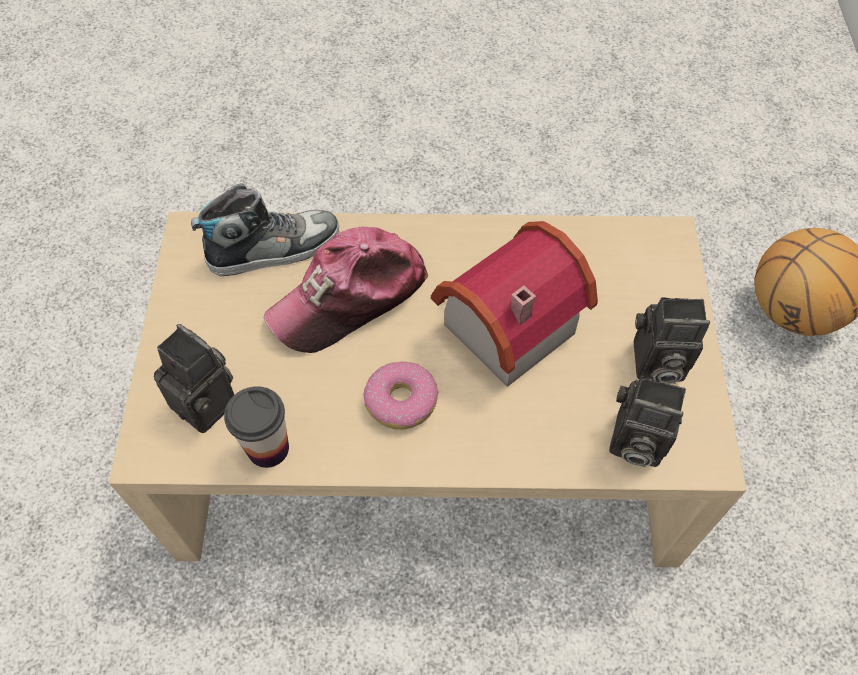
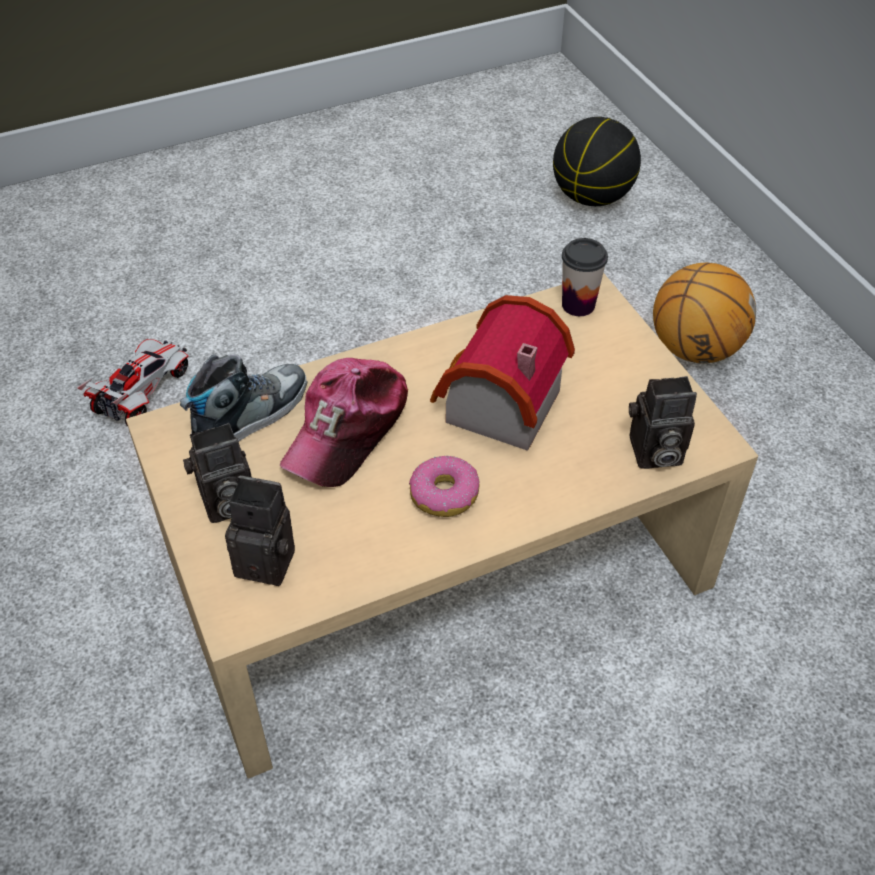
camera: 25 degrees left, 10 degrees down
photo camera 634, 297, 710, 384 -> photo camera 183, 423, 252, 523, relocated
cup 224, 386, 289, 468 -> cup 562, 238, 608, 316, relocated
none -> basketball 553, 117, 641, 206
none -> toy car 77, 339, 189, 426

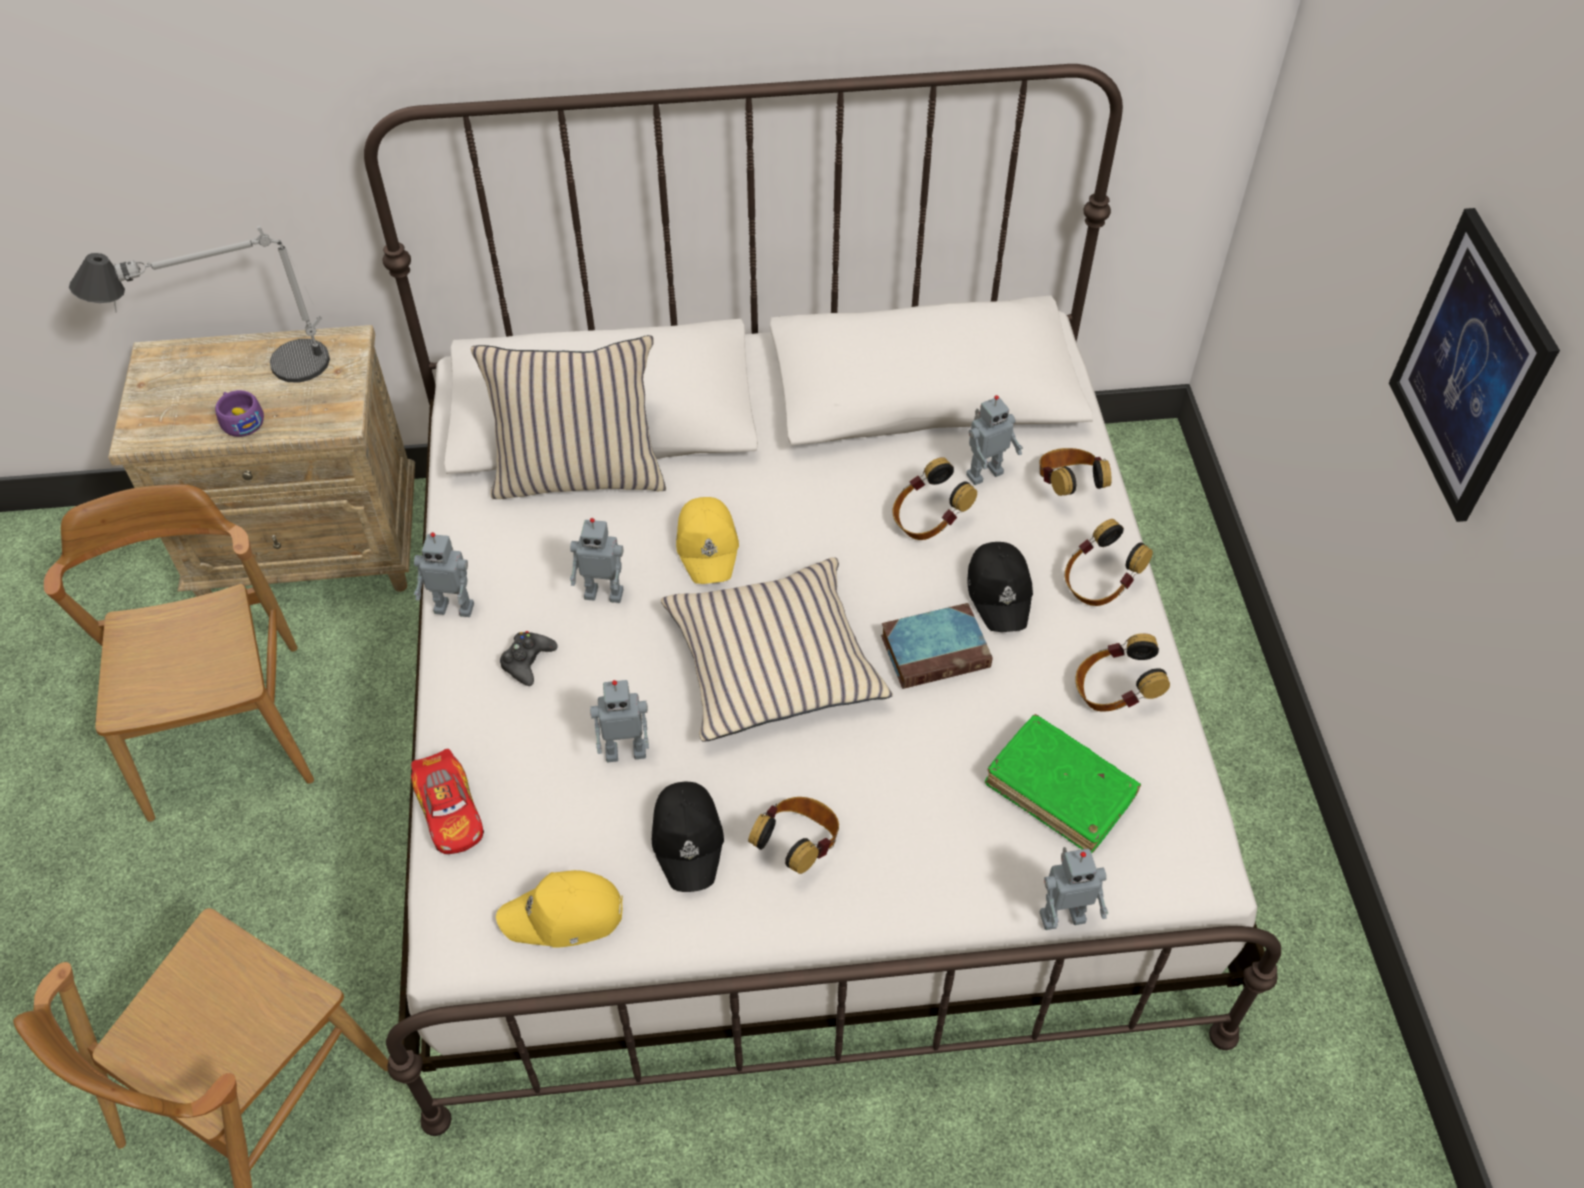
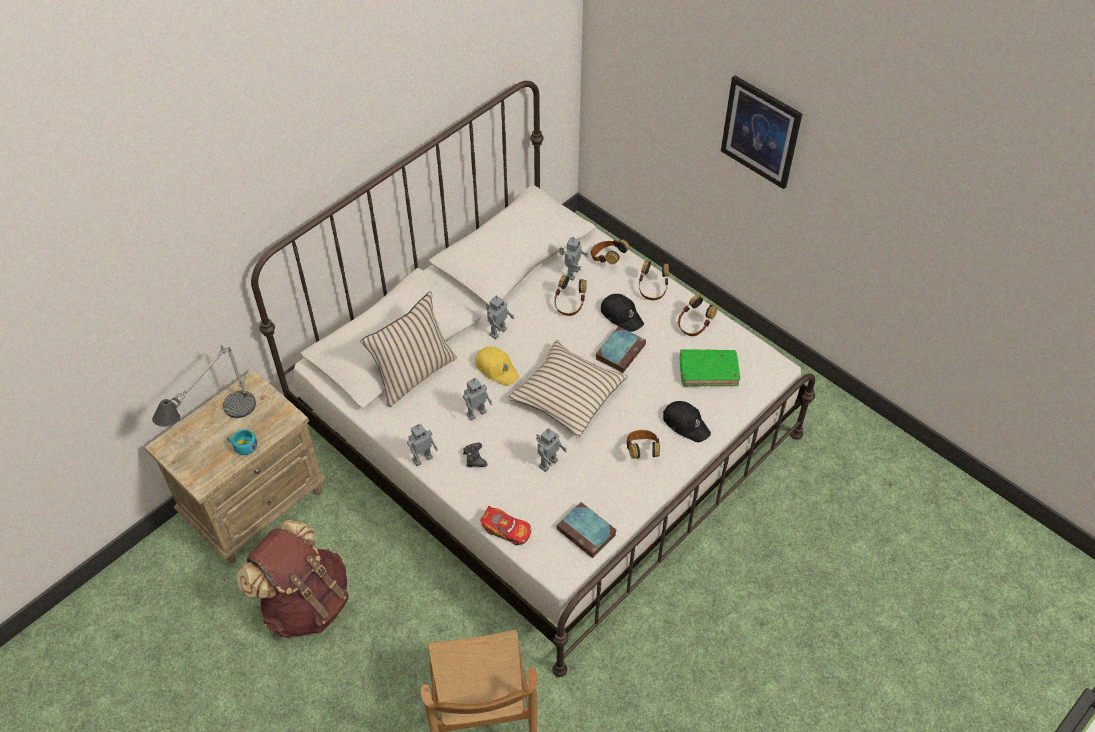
camera: 40 degrees left, 0 degrees up
cup (purple) 215, 390, 264, 437 -> cup (turquoise) 227, 429, 257, 455
chair (brown) 44, 484, 314, 822 -> backpack (brown) 236, 520, 349, 639
cap (black) 652, 782, 724, 892 -> cap (black) 663, 401, 711, 442, relocated
toy robot 1040, 847, 1108, 930 -> toy robot 486, 296, 515, 339, relocated
cap (yellow) 496, 870, 623, 948 -> book 557, 502, 616, 558

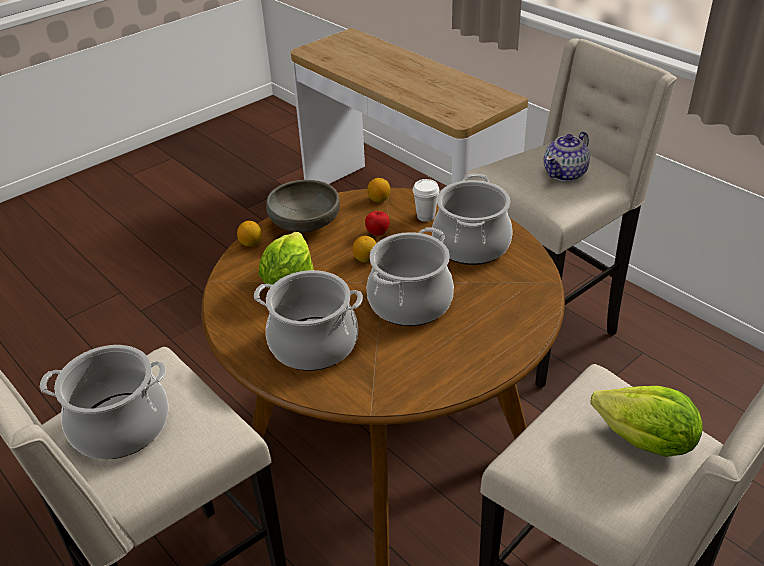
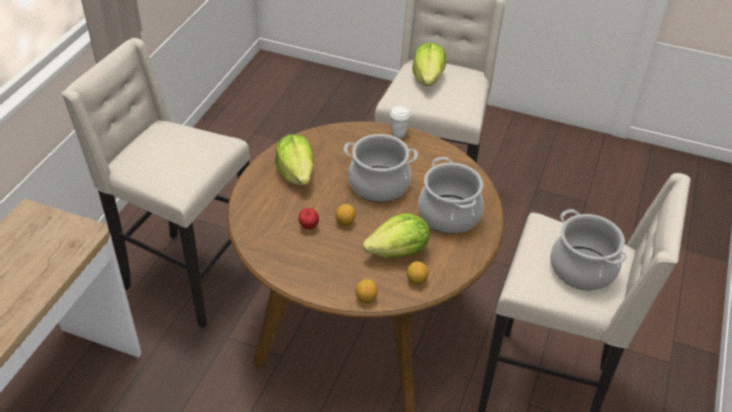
camera: 120 degrees left, 5 degrees up
teapot 544, 132, 590, 181 -> none
cooking pot 432, 174, 513, 265 -> lettuce 275, 134, 314, 186
lemon 367, 178, 390, 202 -> lemon 407, 261, 428, 285, relocated
cup (white) 413, 179, 440, 222 -> cup (white) 390, 105, 411, 138, relocated
bowl (grey) 266, 180, 340, 232 -> none

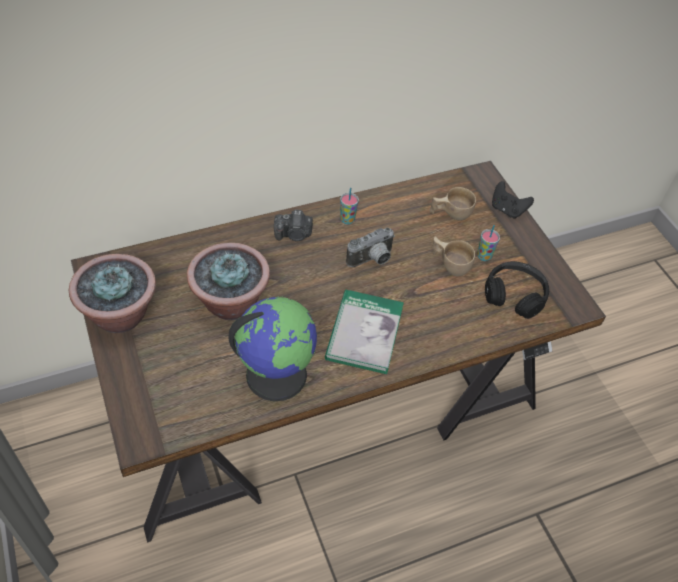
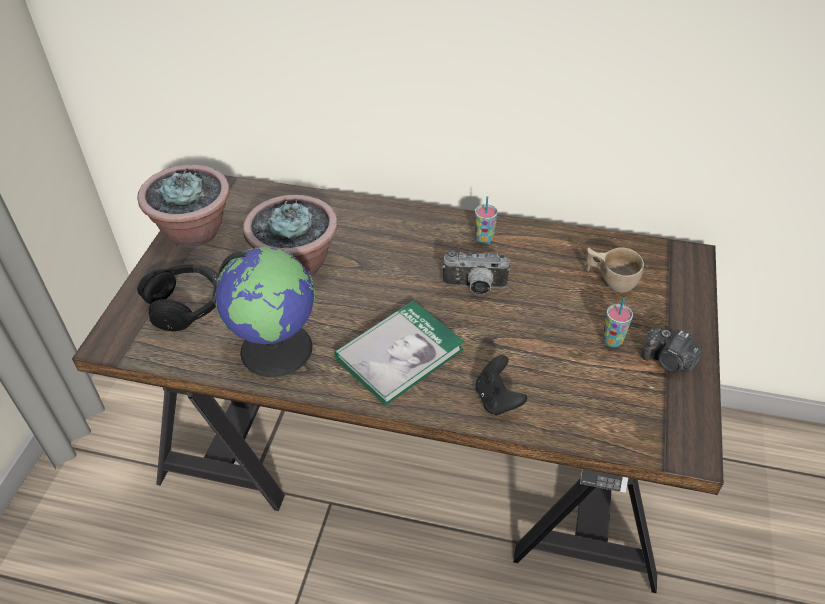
camera: 40 degrees right, 5 degrees down
game controller (black) 492, 181, 534, 219 -> game controller (black) 476, 355, 527, 415, relocated
photo camera 274, 210, 313, 241 -> photo camera 642, 327, 703, 373, relocated
cup (beige) 433, 236, 475, 277 -> none
headphones (black) 485, 261, 549, 319 -> headphones (black) 137, 264, 219, 331, relocated

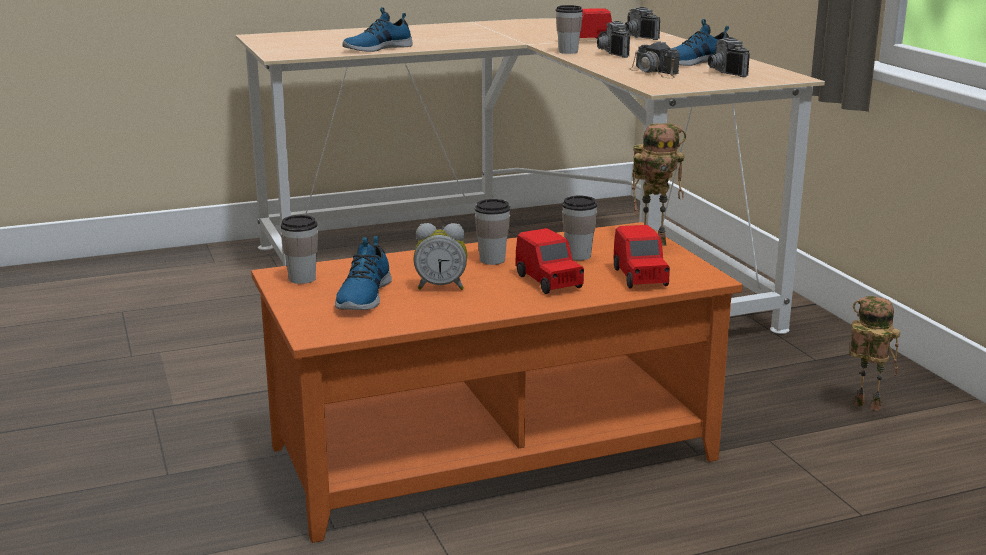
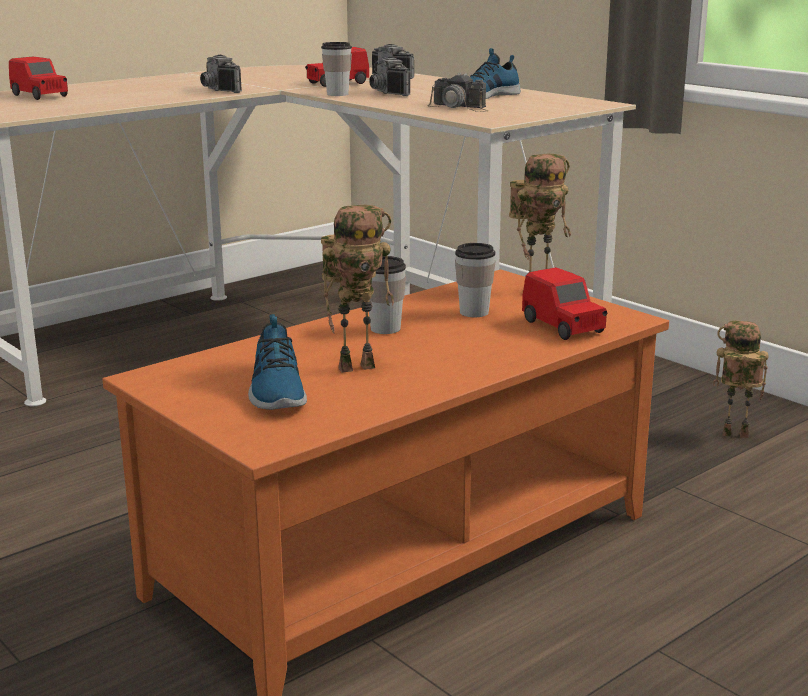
camera: 20 degrees left, 0 degrees up
shoe 342, 7, 413, 52 -> none
photo camera 708, 37, 750, 77 -> photo camera 200, 55, 242, 93, relocated
cup 280, 215, 318, 284 -> none
alarm clock 413, 223, 467, 290 -> toy robot 321, 205, 394, 373
toy car (red) 516, 228, 584, 294 -> toy car (red) 9, 57, 68, 100, relocated

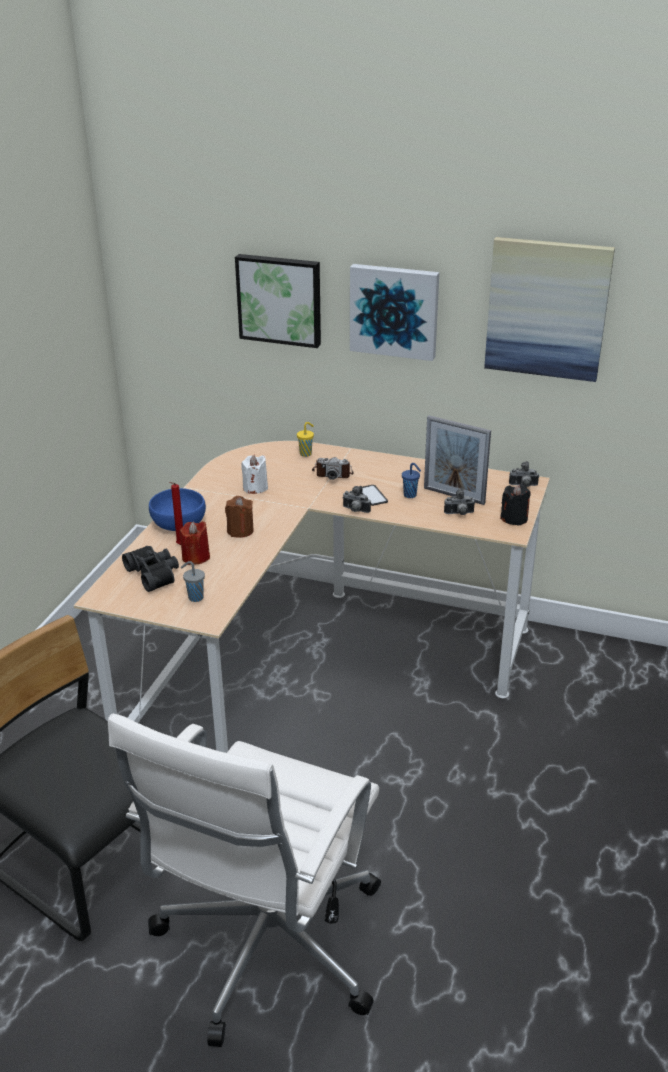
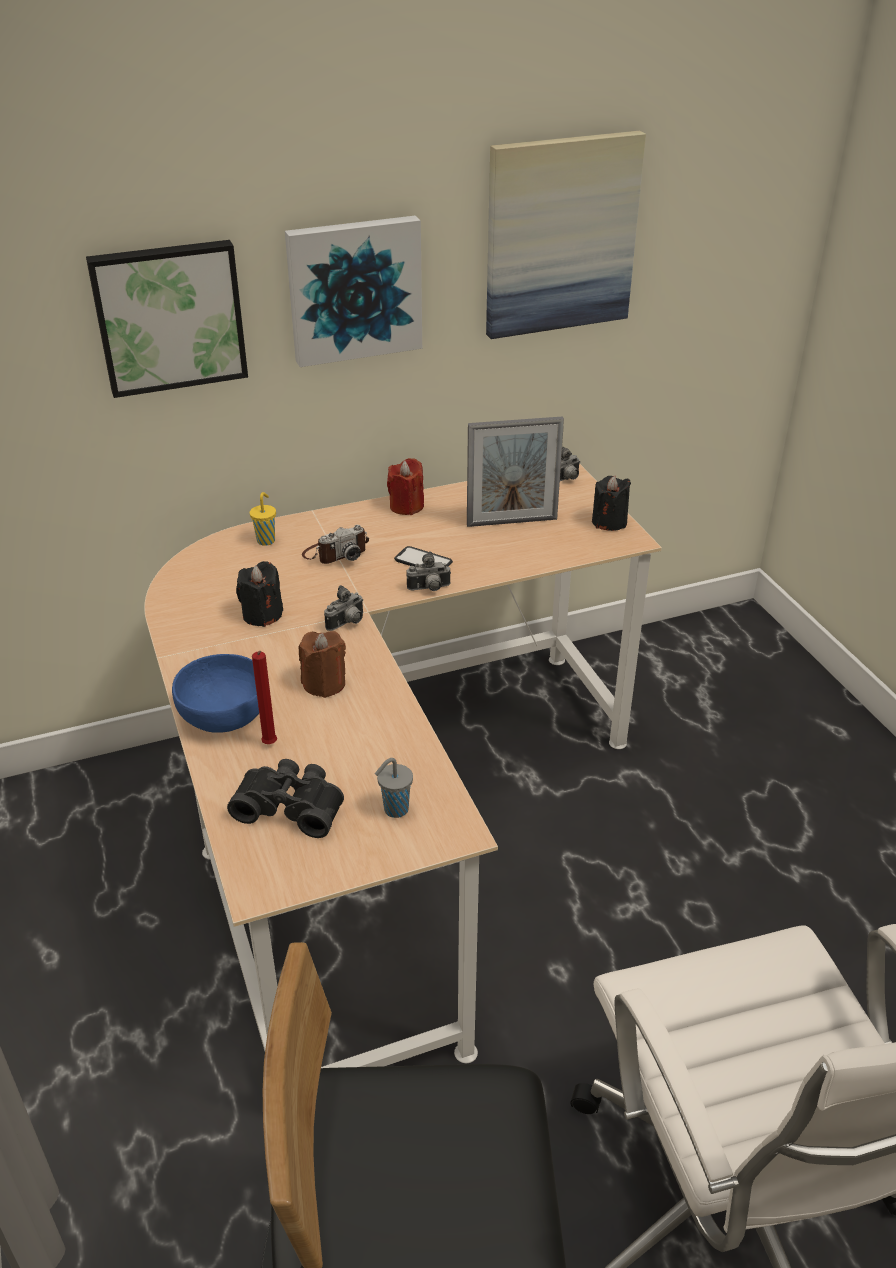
camera: 40 degrees left, 5 degrees up
candle (white) 241, 455, 268, 494 -> candle (black) 236, 561, 283, 627
cup (blue) 402, 463, 421, 498 -> none
photo camera 444, 488, 475, 515 -> photo camera 324, 585, 364, 631, relocated
candle (red) 179, 521, 210, 565 -> candle (red) 387, 458, 424, 515, relocated

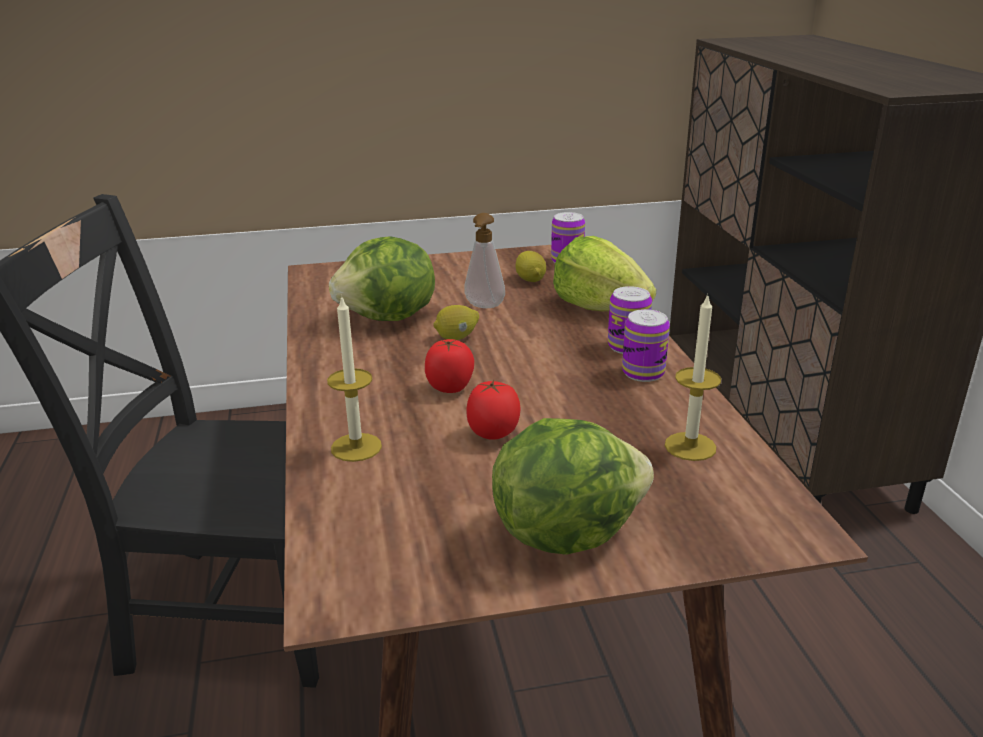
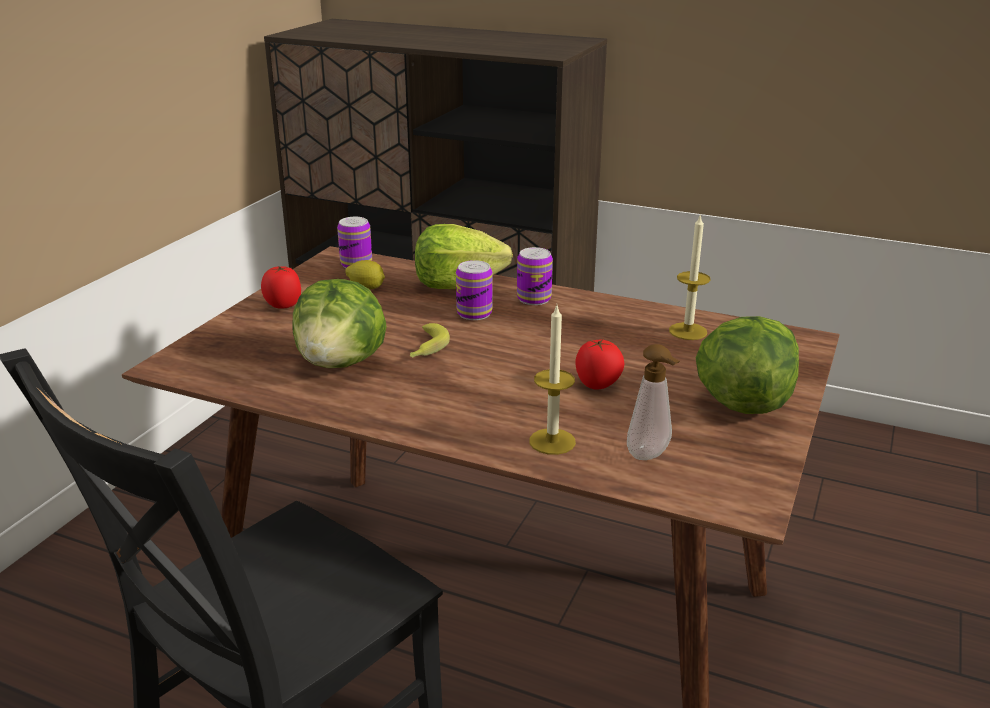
camera: 55 degrees left, 0 degrees up
soap dispenser 464, 213, 505, 308 -> soap dispenser 627, 344, 680, 460, relocated
lemon 433, 305, 479, 340 -> banana 410, 323, 450, 358
can 622, 309, 670, 382 -> can 456, 260, 492, 320, relocated
tomato 425, 339, 474, 393 -> tomato 261, 266, 301, 309, relocated

